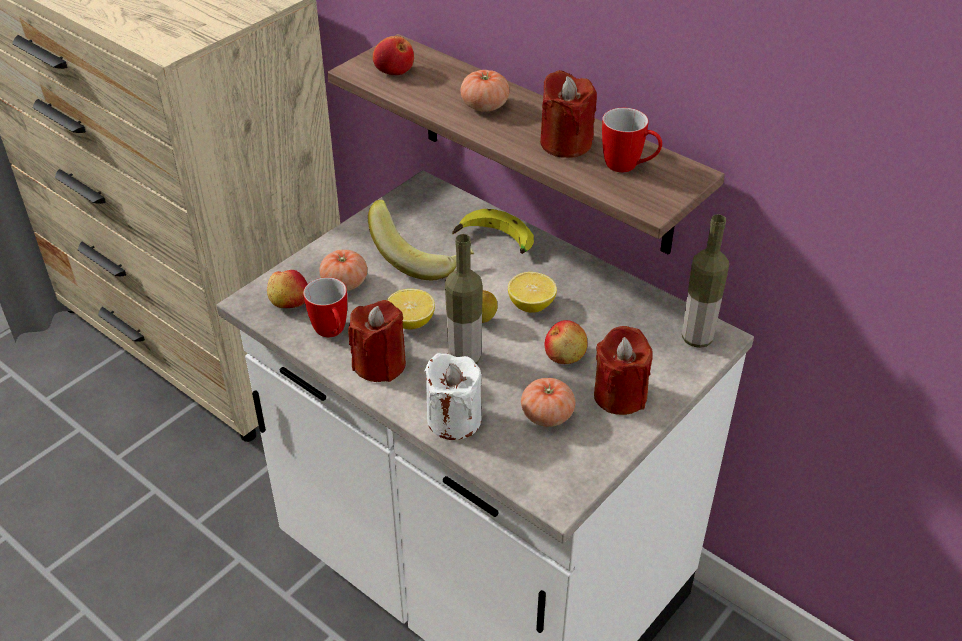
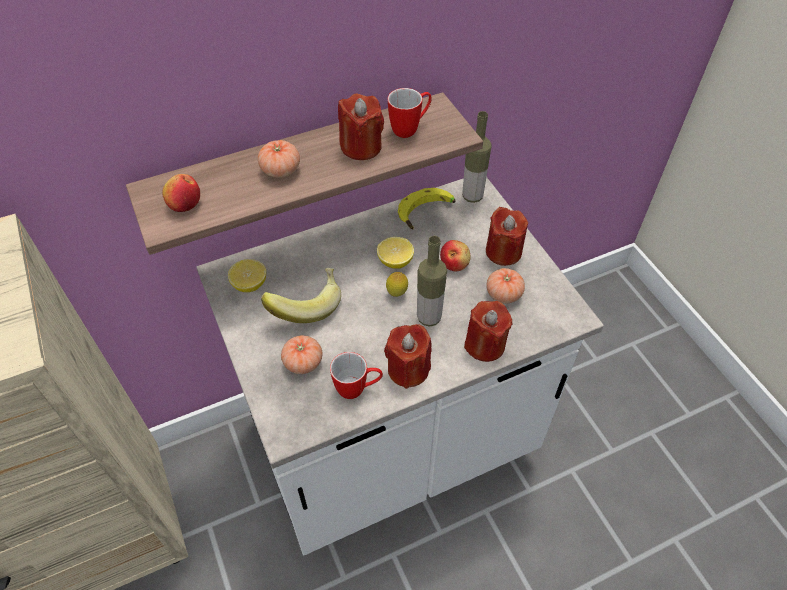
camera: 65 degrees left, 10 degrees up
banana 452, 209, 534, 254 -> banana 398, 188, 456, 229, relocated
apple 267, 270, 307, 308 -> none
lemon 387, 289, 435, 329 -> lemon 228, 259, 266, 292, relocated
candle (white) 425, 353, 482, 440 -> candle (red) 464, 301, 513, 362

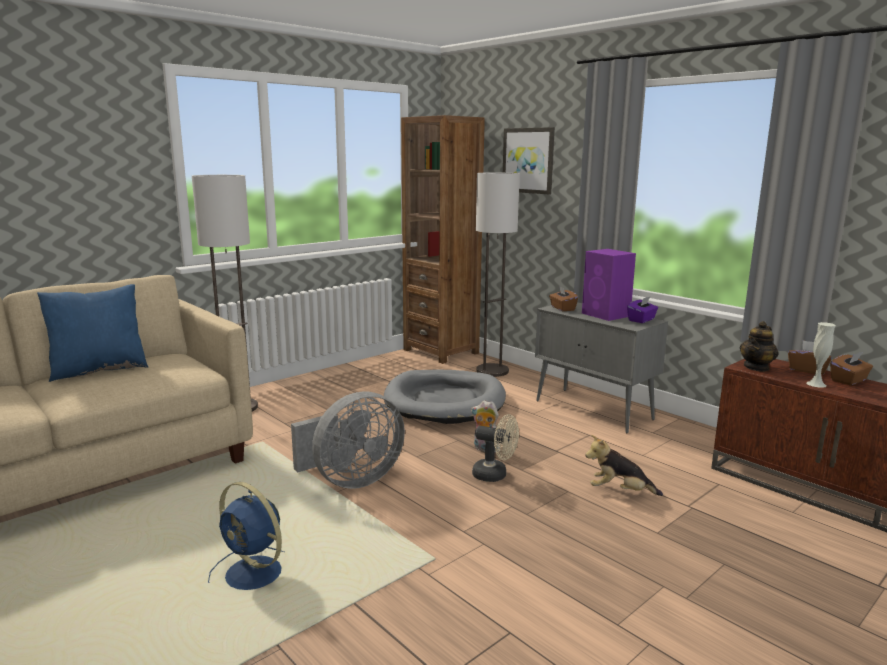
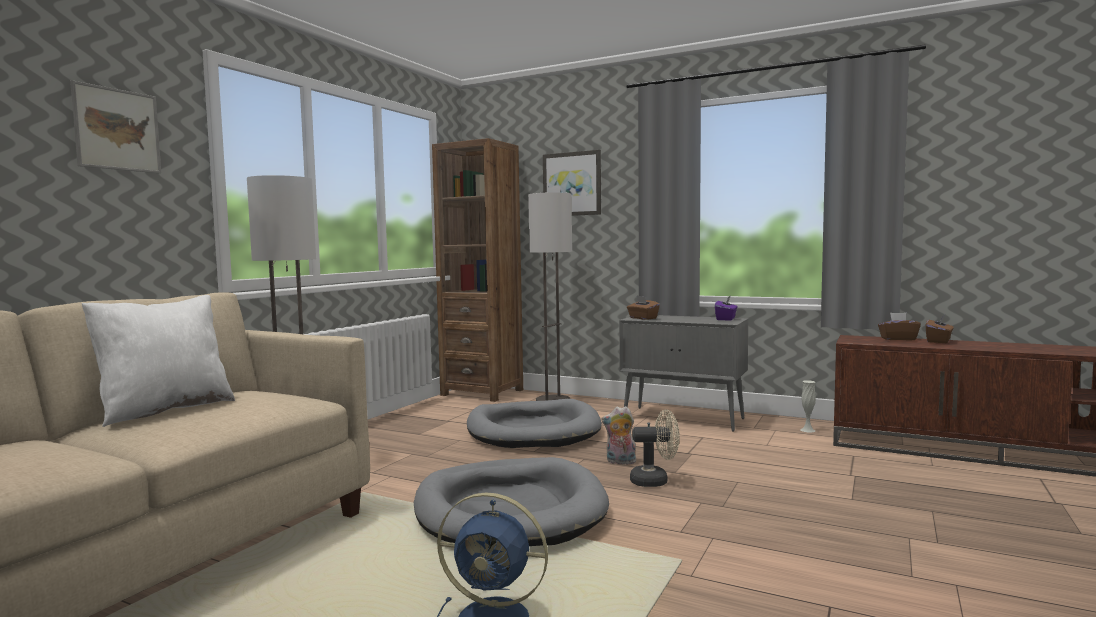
camera: 20 degrees left, 10 degrees down
speaker (purple) 582, 249, 636, 321 -> none
pillow (blue) 37, 284, 148, 382 -> pillow (white) 82, 295, 235, 427
teapot 740, 321, 778, 372 -> none
vase (white) 807, 322, 836, 388 -> vase (white) 800, 380, 816, 432, relocated
fan (grey) 291, 391, 405, 489 -> dog bed (grey) 414, 457, 609, 546
plush toy 585, 435, 663, 496 -> none
none -> picture 70, 80, 161, 173

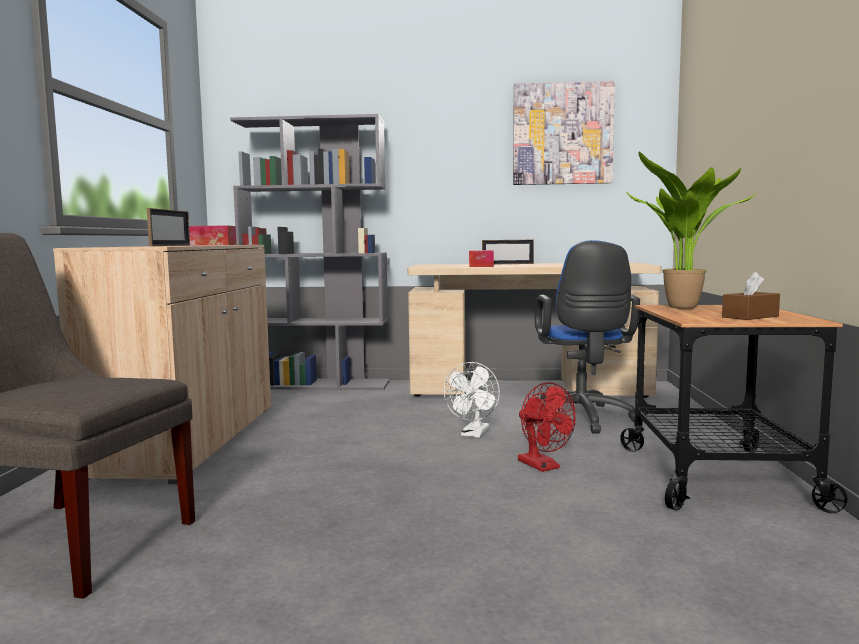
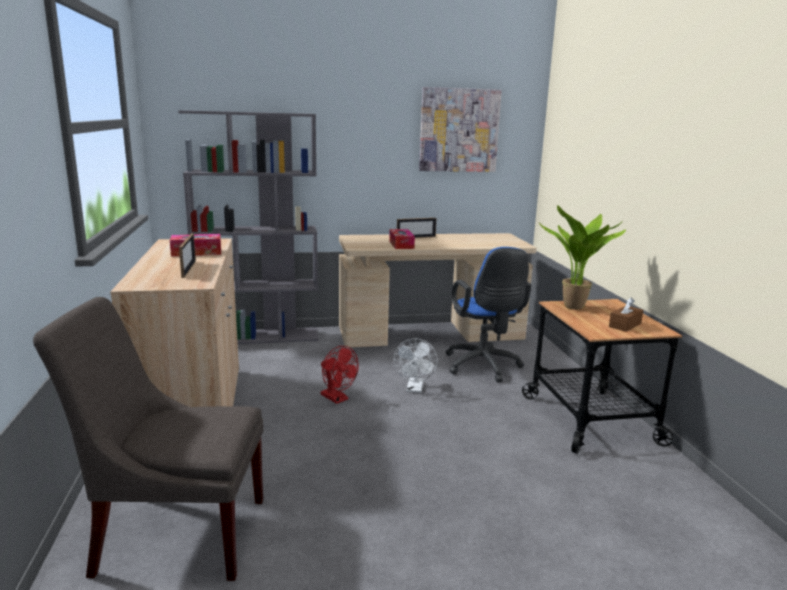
camera: 15 degrees left, 10 degrees up
fan (red) 518, 382, 576, 472 -> fan (red) 321, 346, 359, 404, relocated

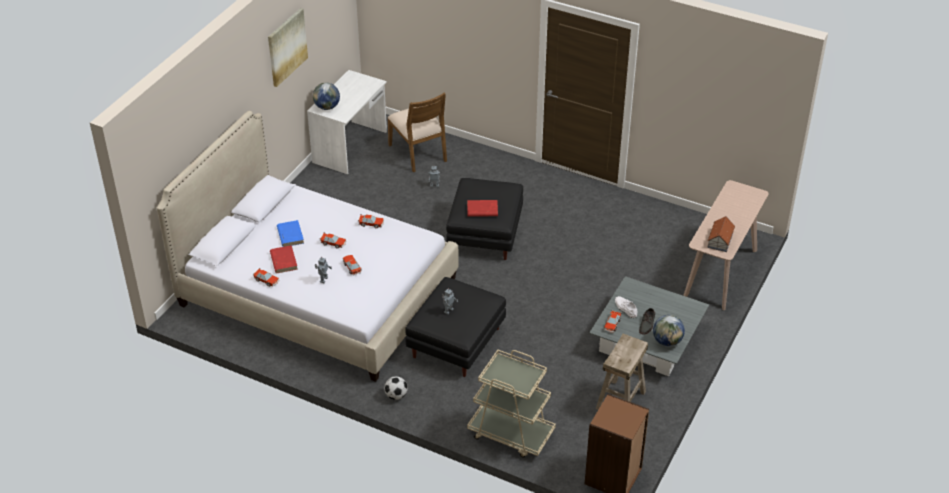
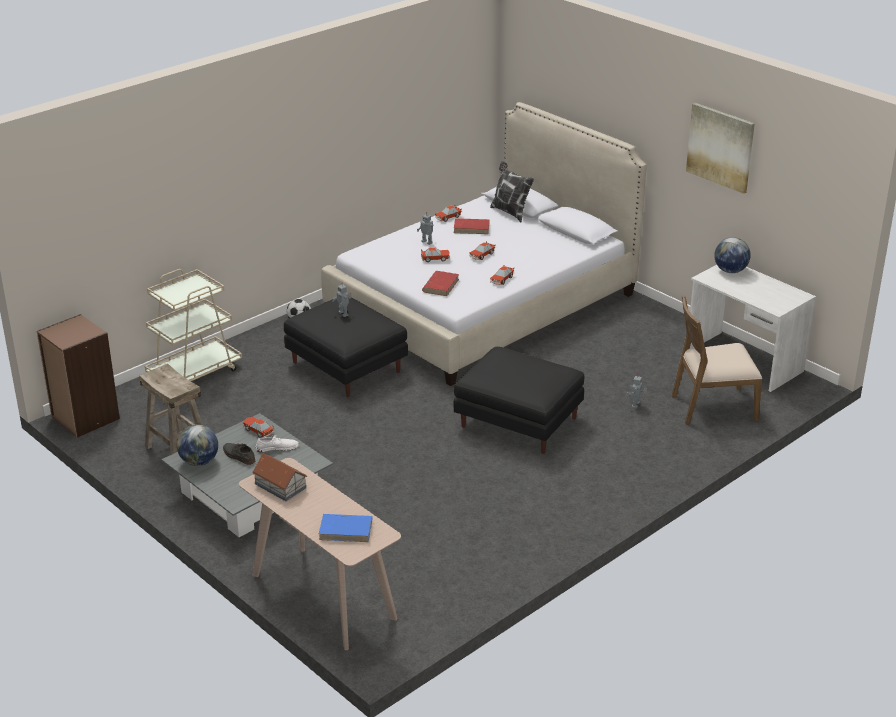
camera: 110 degrees right, 10 degrees down
book (red) 467, 200, 498, 217 -> book (red) 422, 271, 459, 296, relocated
book (blue) 277, 220, 304, 247 -> book (blue) 319, 514, 372, 542, relocated
none -> pillow 490, 161, 534, 222

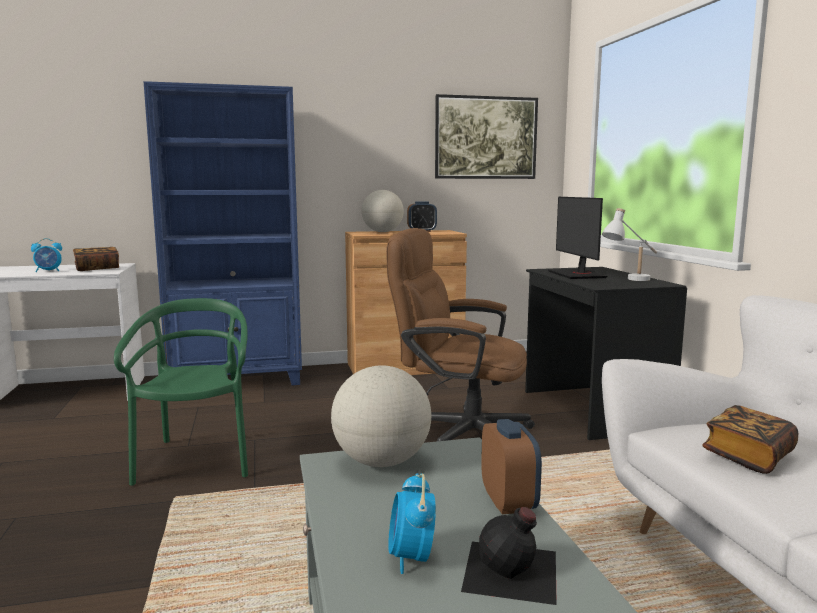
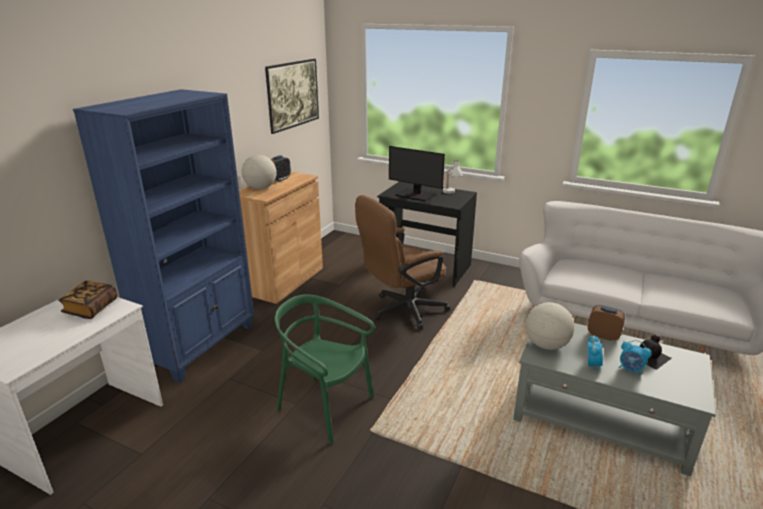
camera: 50 degrees left, 15 degrees up
alarm clock 31, 238, 62, 272 -> alarm clock 588, 335, 603, 372, relocated
book 702, 405, 798, 474 -> none

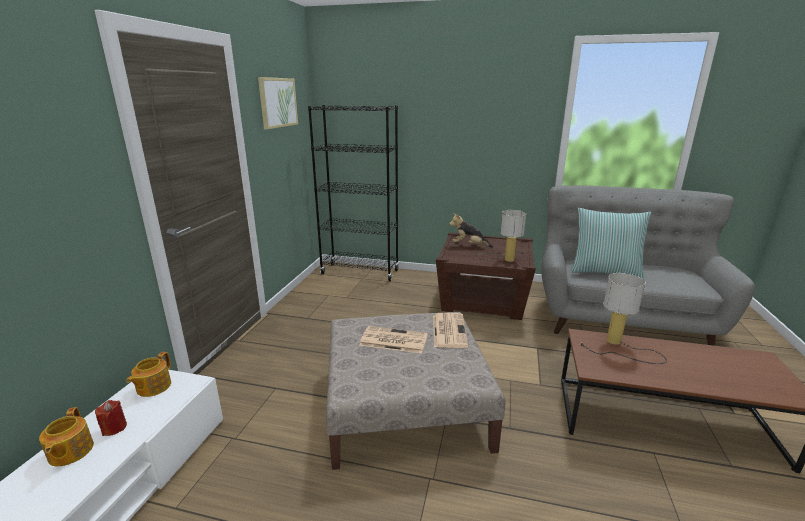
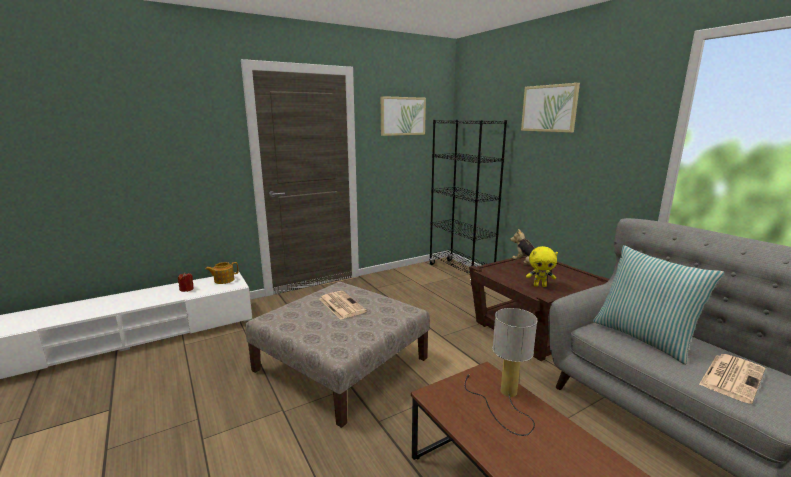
camera: 45 degrees right, 5 degrees down
table lamp 475, 210, 526, 262 -> plush toy (yellow) 526, 246, 558, 287
newspaper 433, 313, 468, 348 -> newspaper 699, 354, 765, 404, relocated
teapot 39, 407, 94, 467 -> none
none -> picture 521, 83, 580, 133

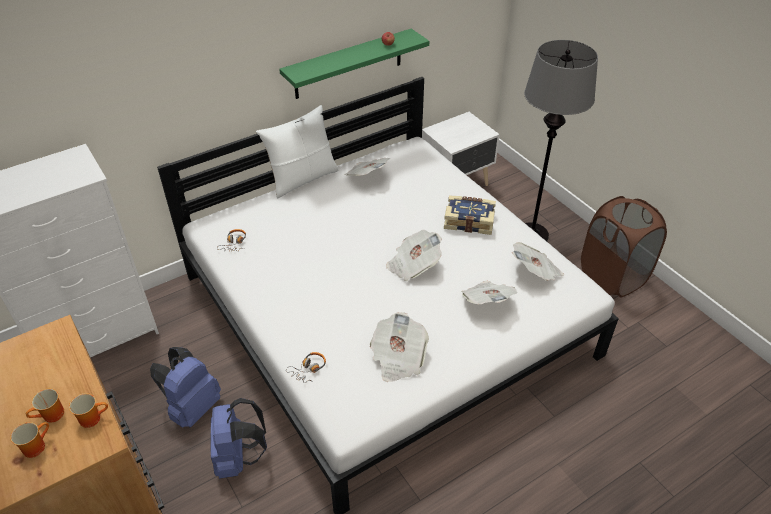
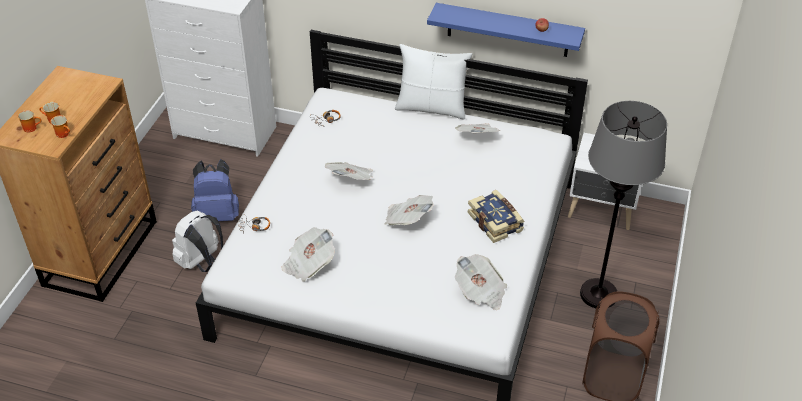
camera: 50 degrees right, 0 degrees up
shelf (green) 279, 29, 429, 99 -> shelf (blue) 427, 3, 585, 57
newspaper 461, 281, 518, 304 -> newspaper 325, 162, 373, 180, relocated
backpack (blue) 211, 398, 267, 479 -> backpack (white) 172, 211, 223, 272

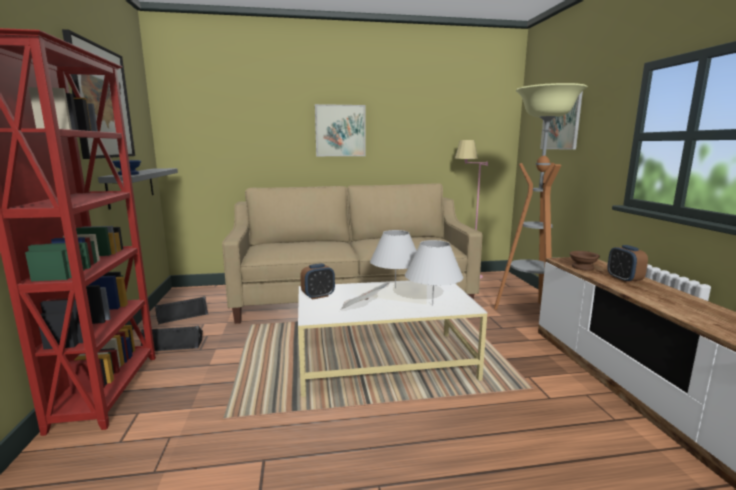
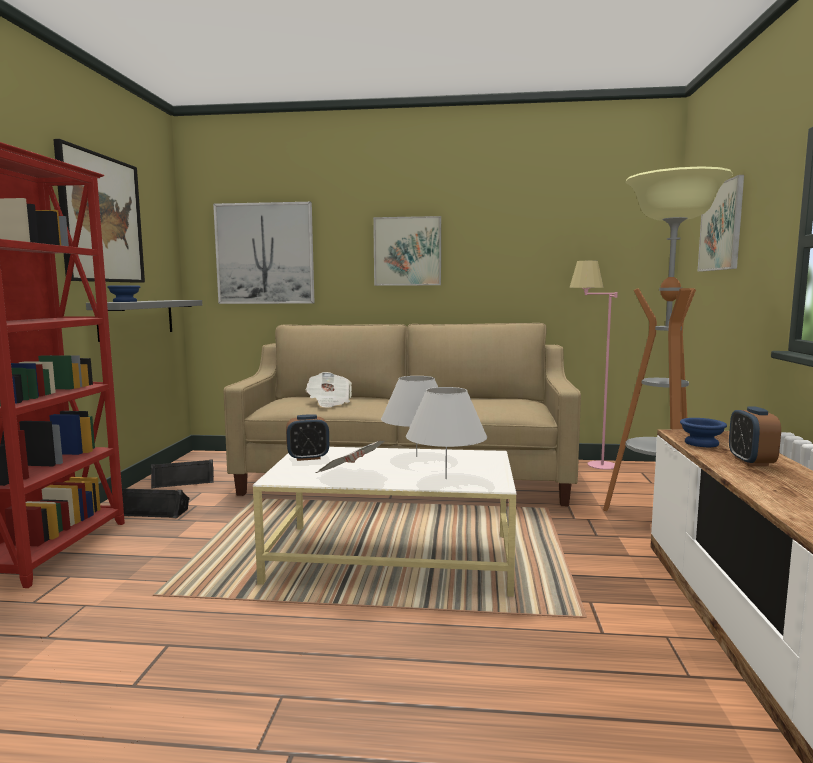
camera: 15 degrees right, 5 degrees down
bowl (brown) 569, 251, 600, 271 -> bowl (blue) 680, 418, 727, 447
none -> picture 213, 202, 315, 304
none -> newspaper 305, 372, 352, 408

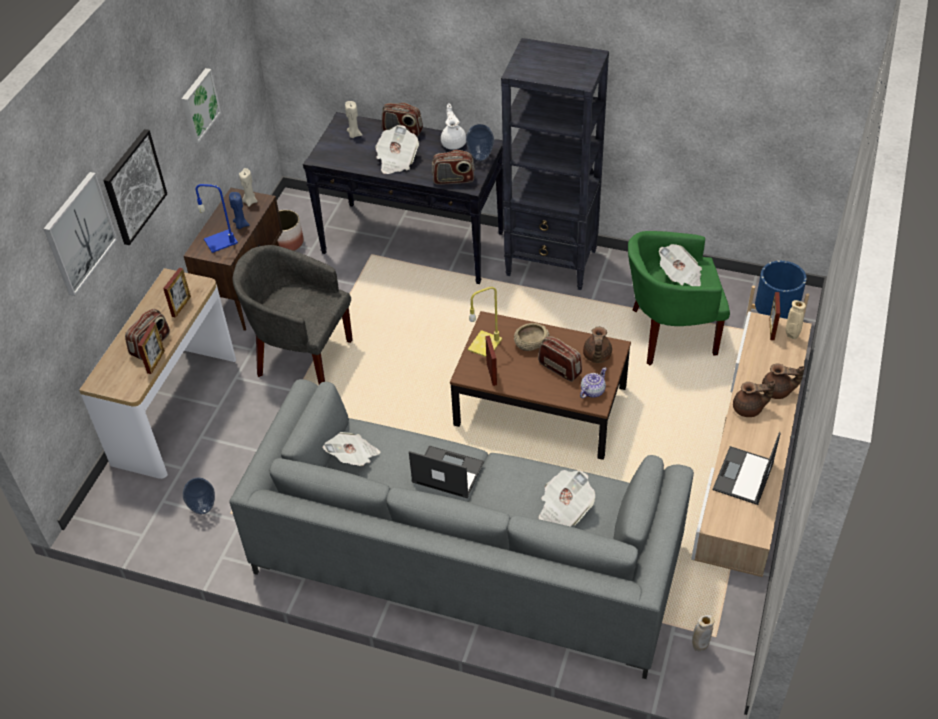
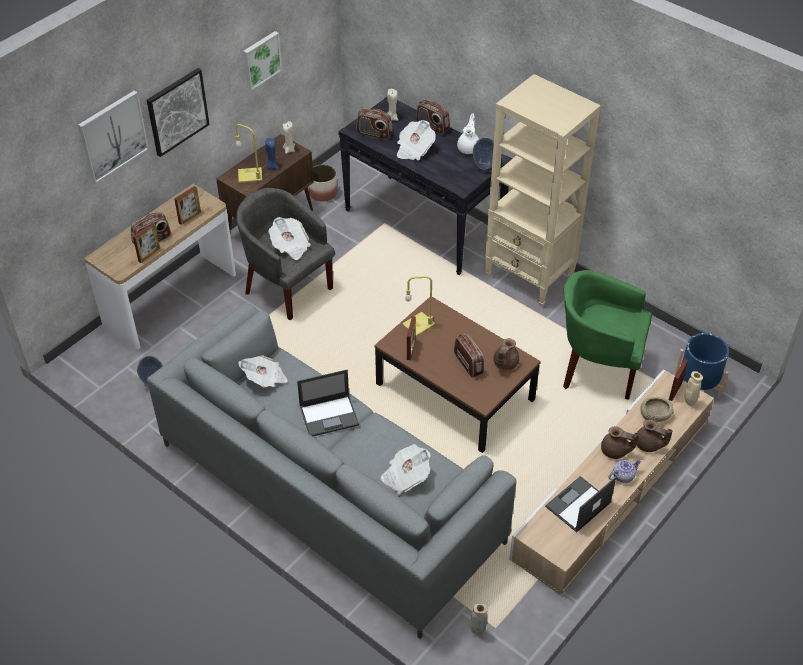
camera: 20 degrees right, 0 degrees up
bookcase (black) 501, 38, 609, 290 -> bookcase (beige) 485, 74, 601, 307
radio 432, 150, 475, 185 -> radio 356, 109, 393, 140, relocated
table lamp (blue) 196, 184, 238, 253 -> table lamp (yellow) 236, 124, 262, 183
newspaper 659, 244, 702, 286 -> newspaper 269, 217, 311, 260, relocated
bowl (beige) 514, 323, 549, 351 -> bowl (beige) 640, 397, 674, 422, relocated
teapot 580, 368, 607, 398 -> teapot 608, 459, 642, 483, relocated
laptop 409, 445, 484, 498 -> laptop 297, 370, 359, 436, 120 degrees clockwise

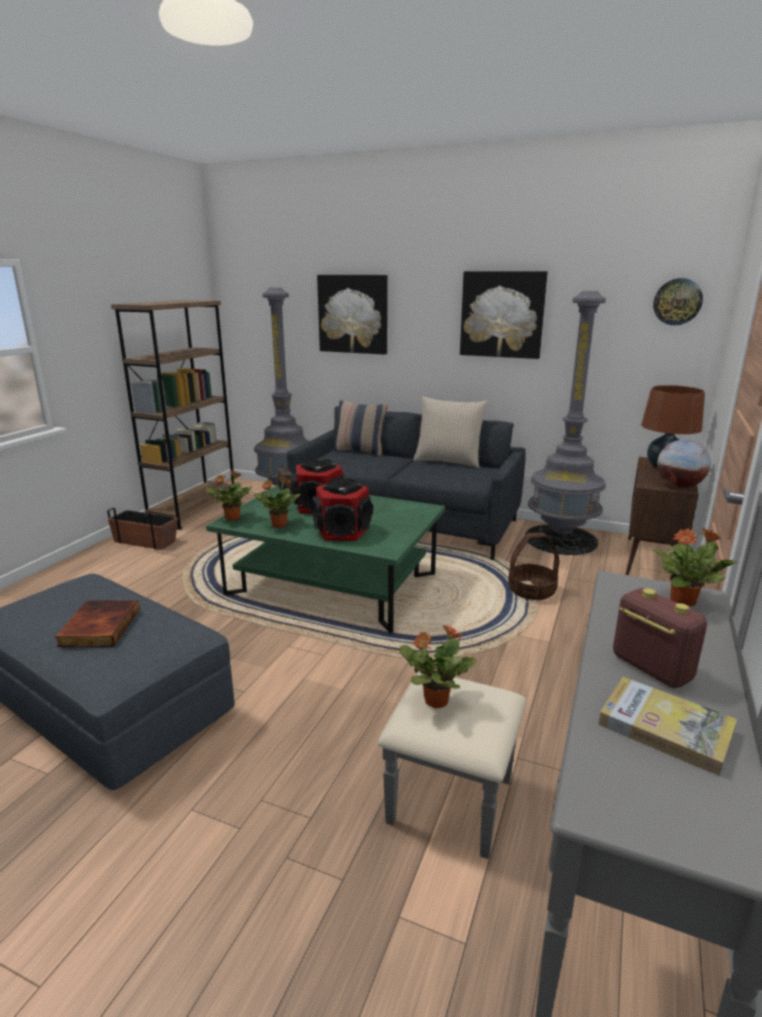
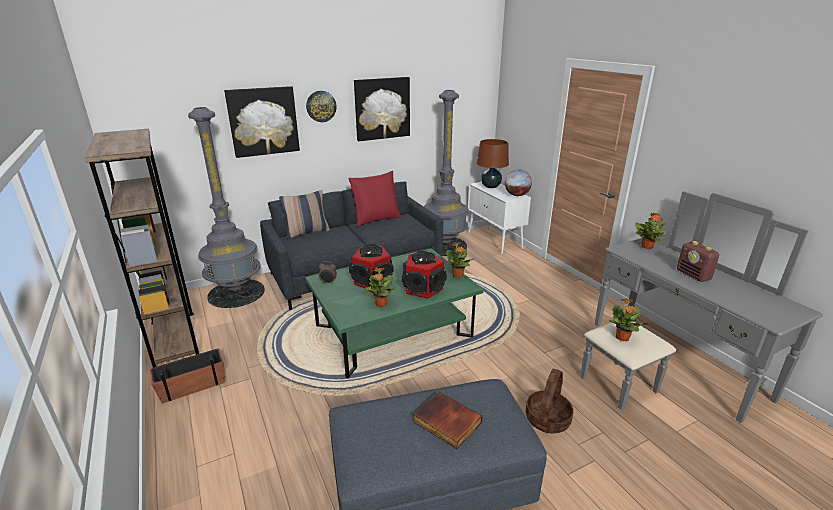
camera: 50 degrees left, 5 degrees up
wall clock 653, 278, 703, 325 -> wall clock 306, 91, 337, 122, relocated
pillow (beige) 413, 397, 488, 468 -> pillow (red) 348, 171, 402, 226
cabinet (brown) 625, 457, 699, 575 -> cabinet (white) 468, 182, 531, 254
potted plant 206, 470, 253, 521 -> potted plant 446, 242, 474, 278, relocated
basket 508, 532, 559, 600 -> basket 526, 369, 574, 433, relocated
radio 613, 588, 707, 688 -> radio 677, 241, 719, 282, 120 degrees counterclockwise
book 598, 677, 737, 776 -> none

